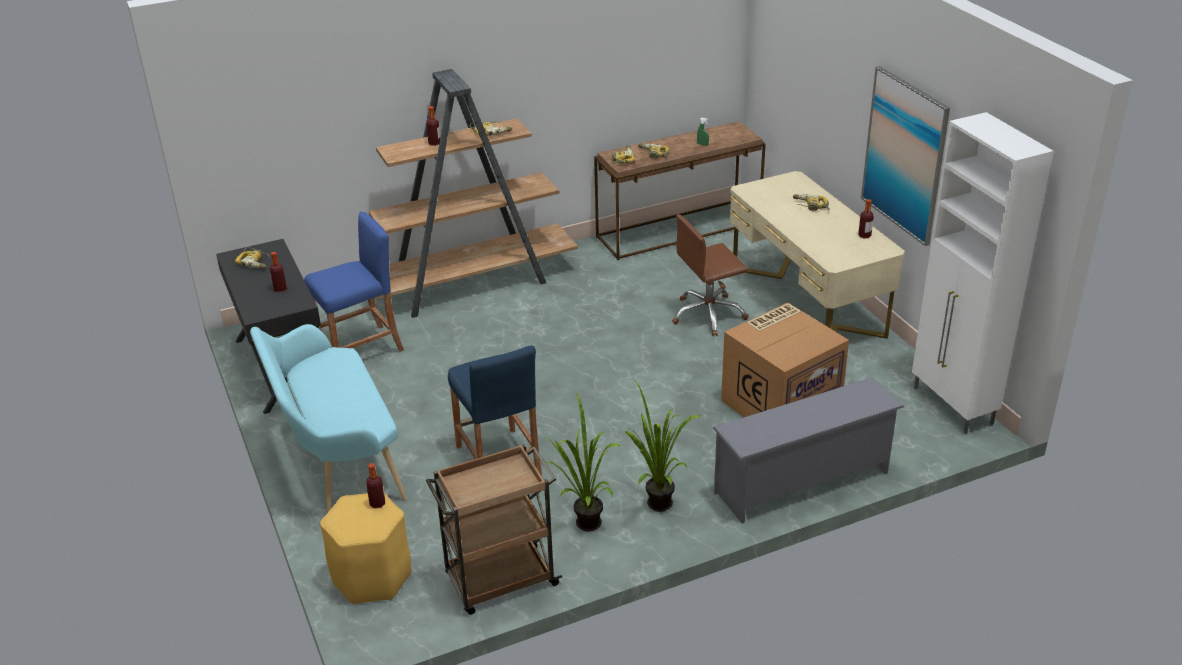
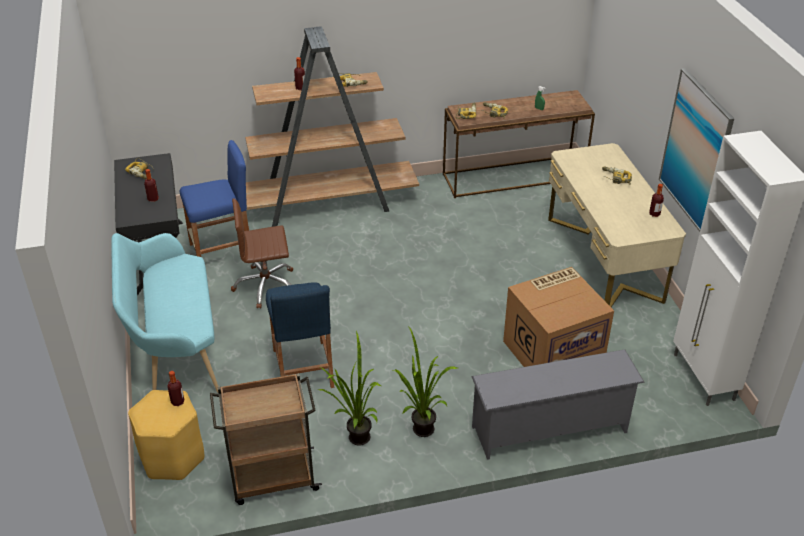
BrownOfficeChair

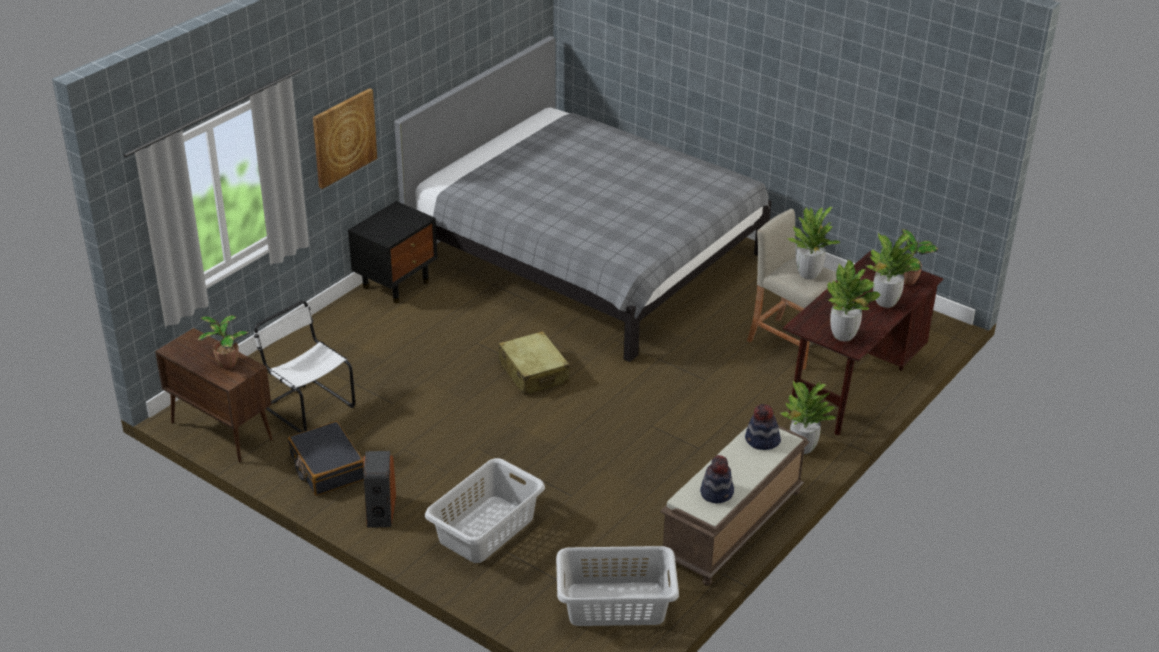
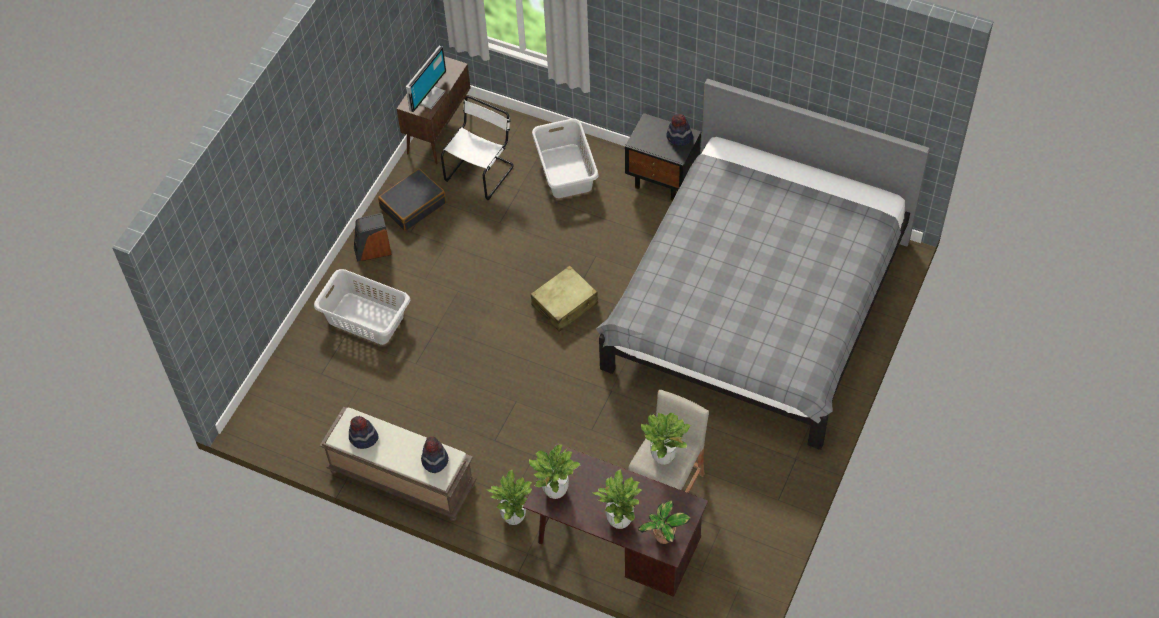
Monitor
Picture
GreyLaundryBasket (no. 2 from left)
Hat (no. 3 from left)

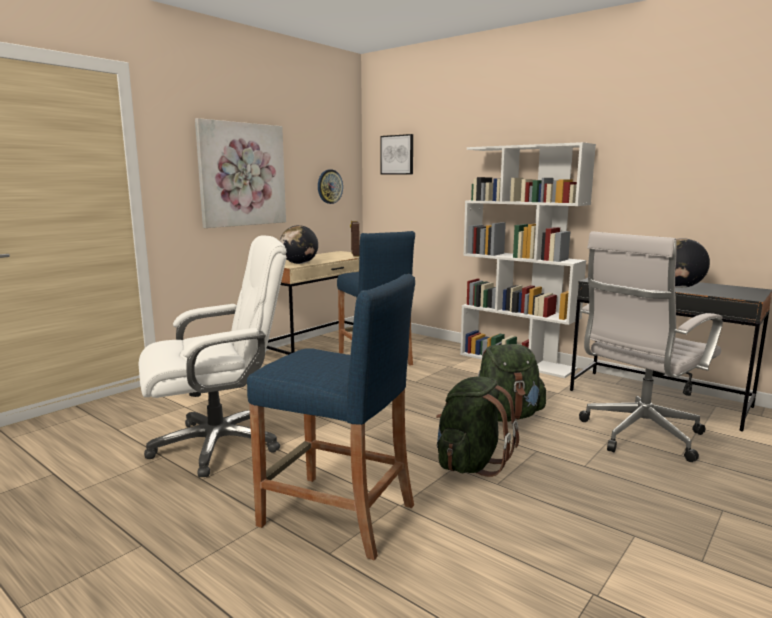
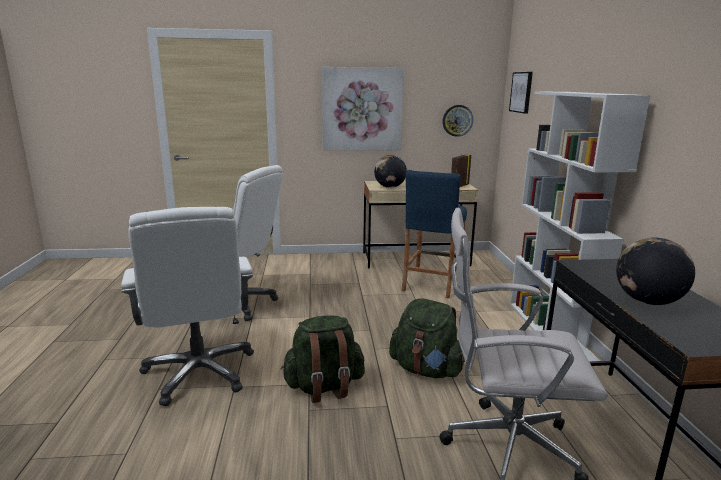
WhiteOfficeChair (no. 1 from left)

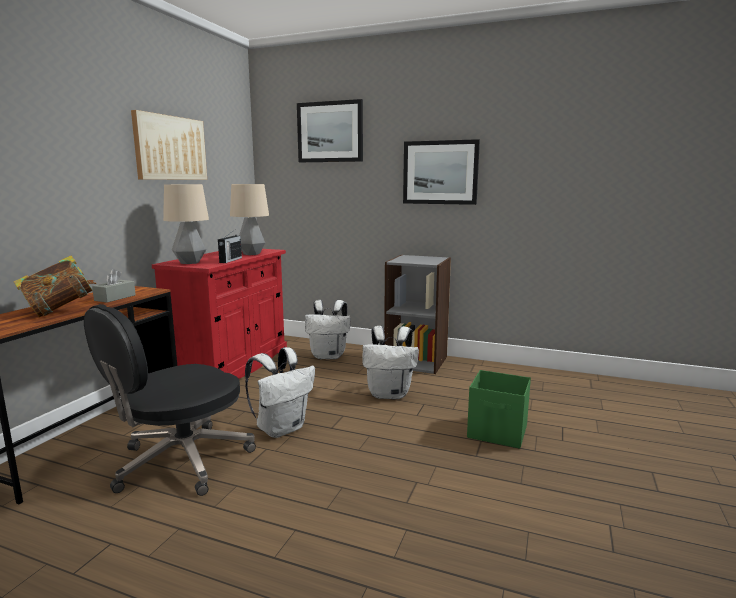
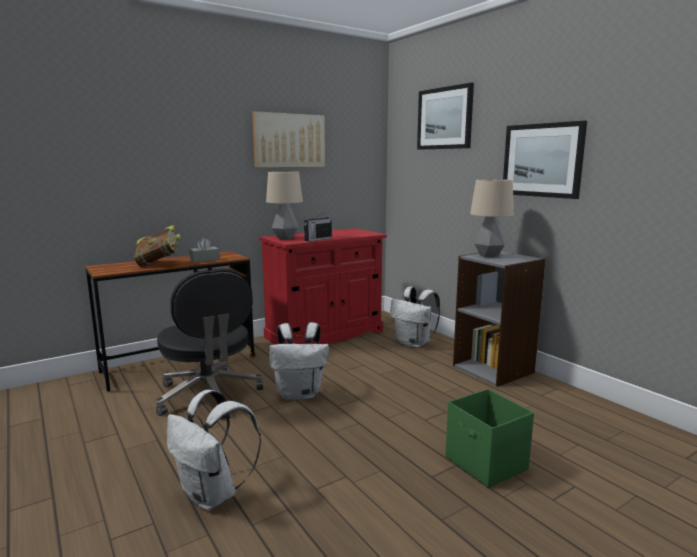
BlackOfficeChair
TableLamp (no. 2 from left)
WhiteBackpack (no. 1 from left)

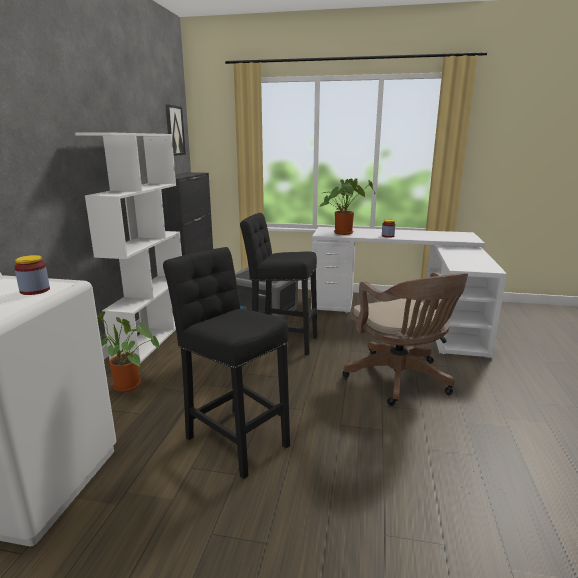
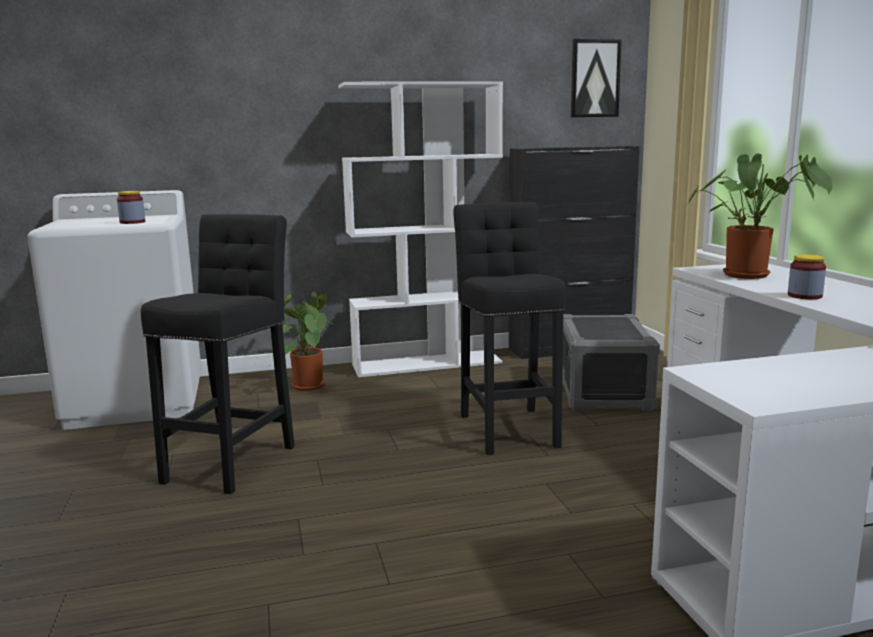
BrownOfficeChair

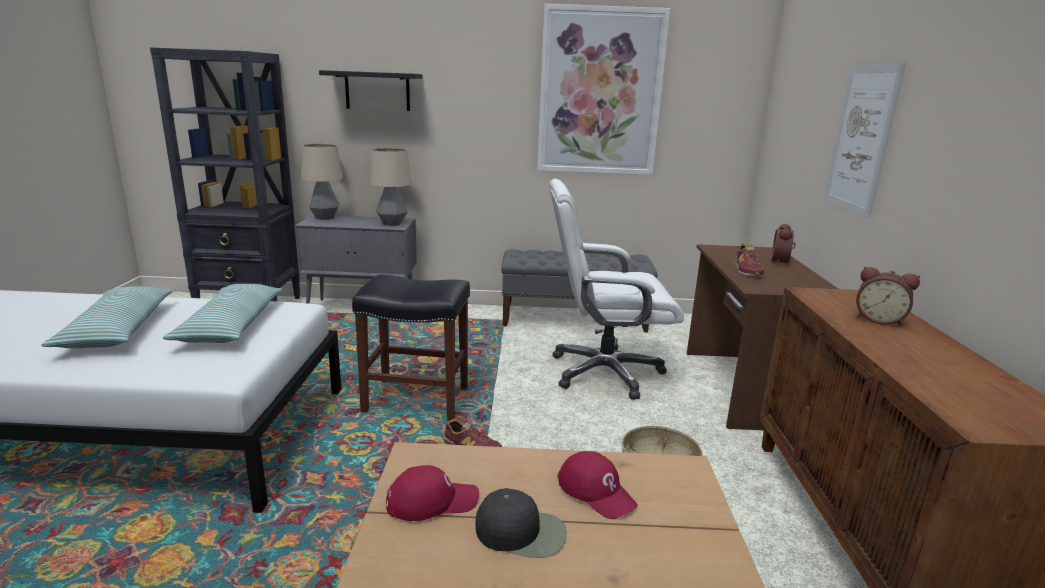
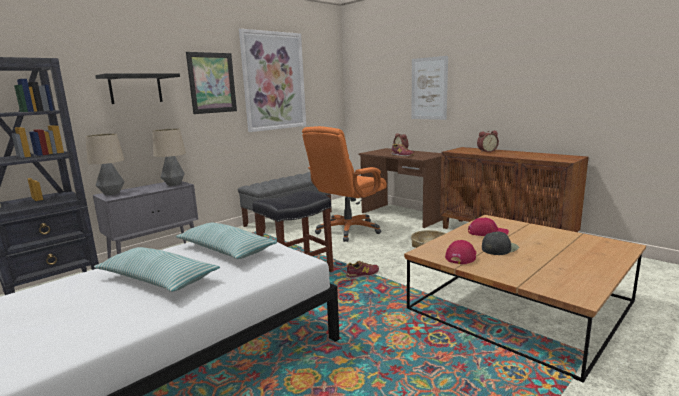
OrangeOfficeChair
Picture (no. 1 from left)

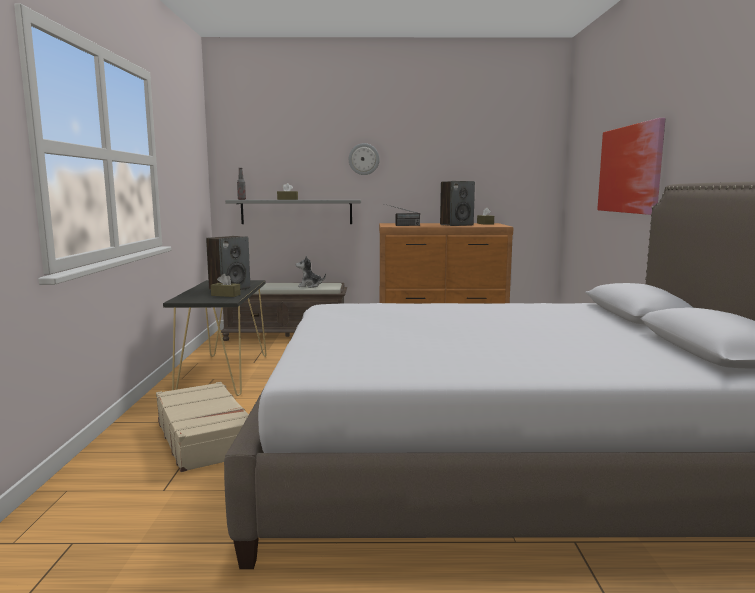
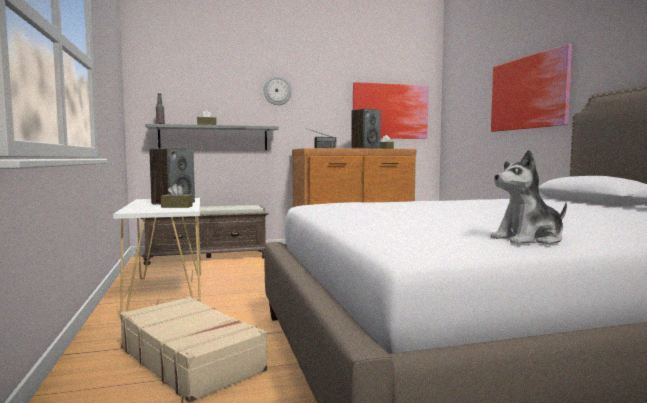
WhiteConsoleTable
PlushToy
Picture (no. 1 from left)

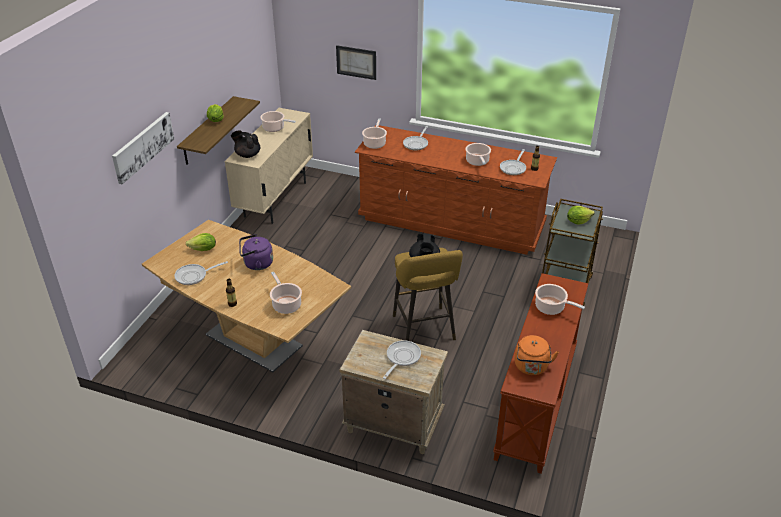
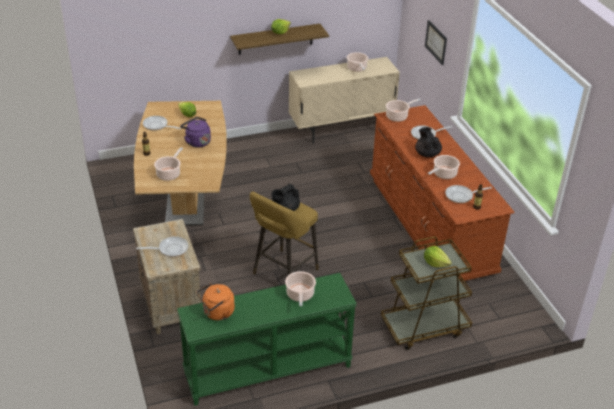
Picture (no. 1 from left in the first image)
BlackTeapot (no. 2 from left)
GreenConsoleTable

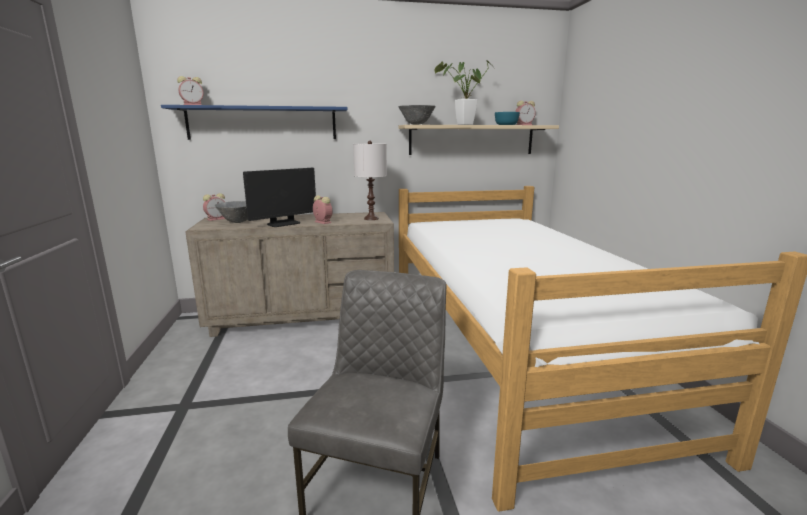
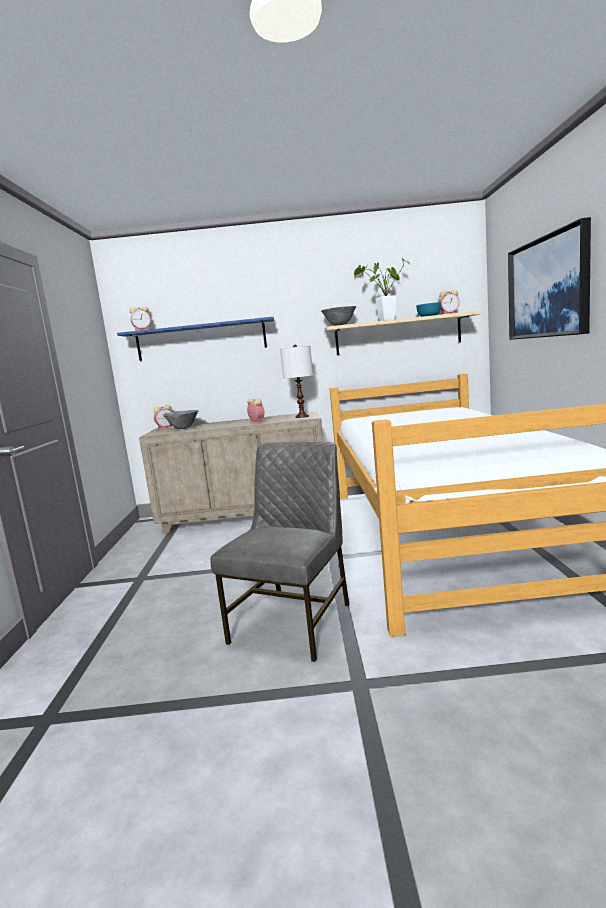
Monitor
Picture

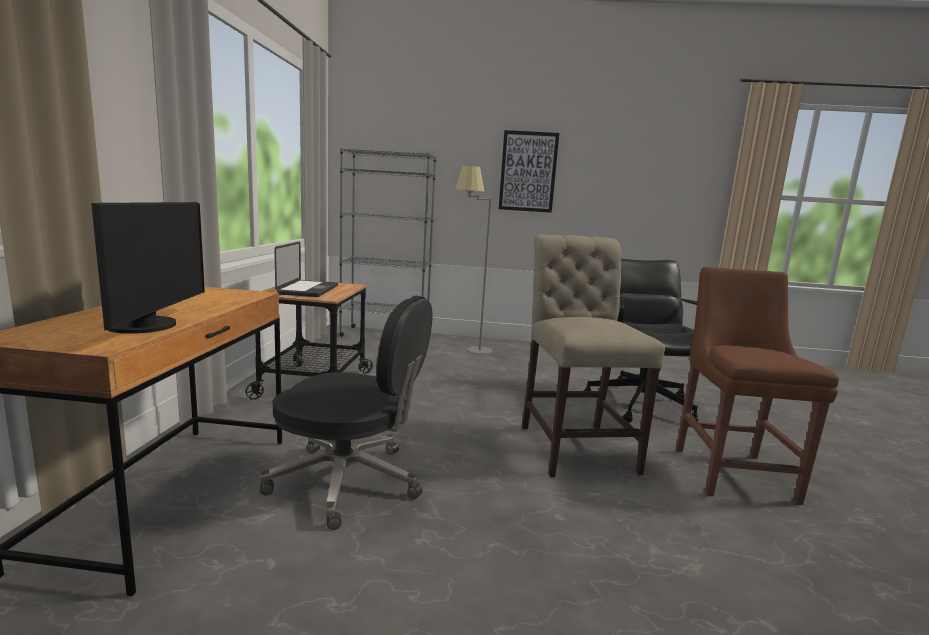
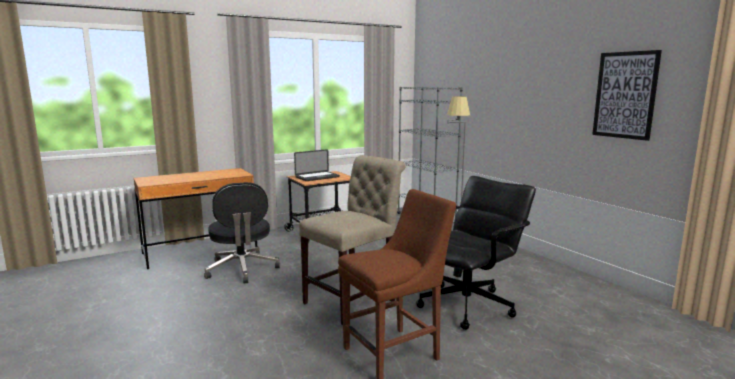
Monitor
Picture

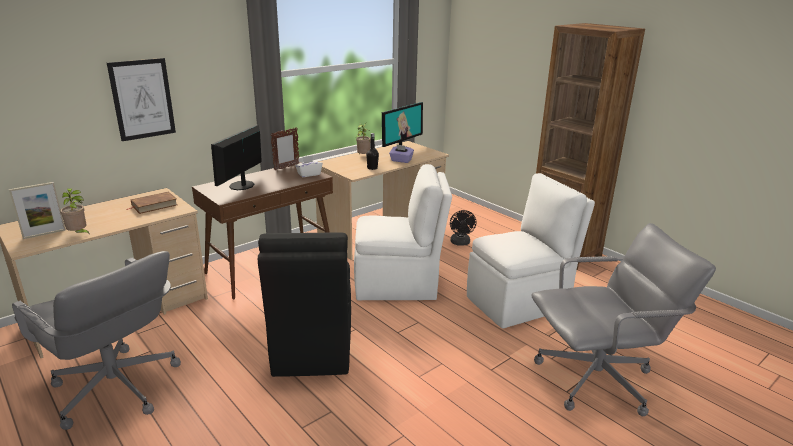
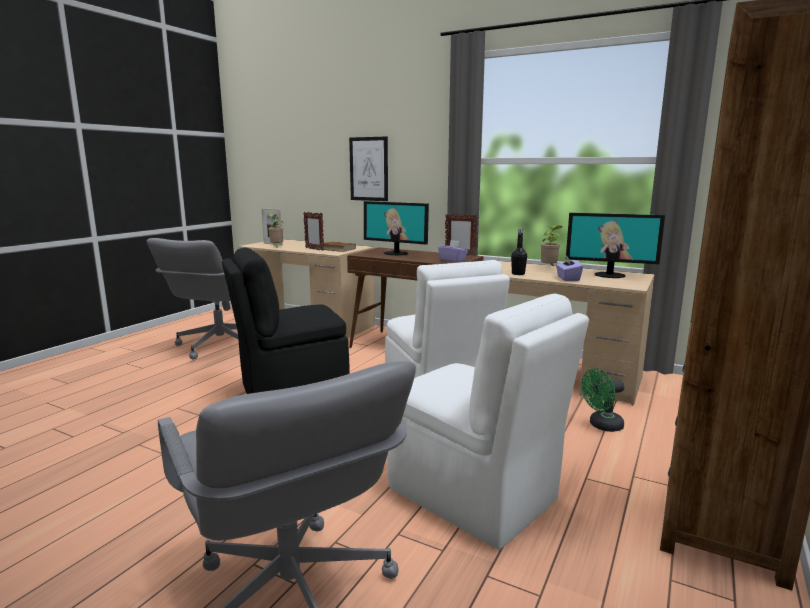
Monitor (no. 1 from left)
PurpleTissueBox (no. 1 from left)
GreenFan
PictureFrame (no. 2 from left)

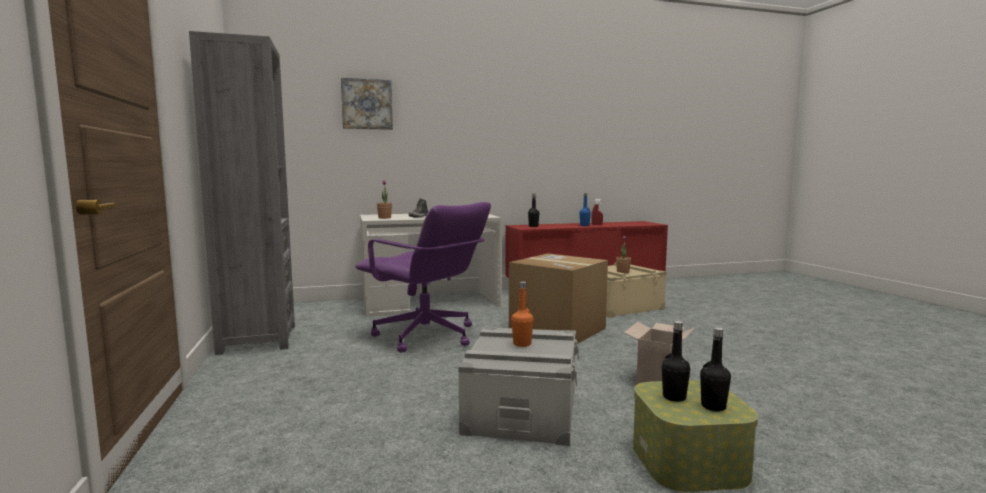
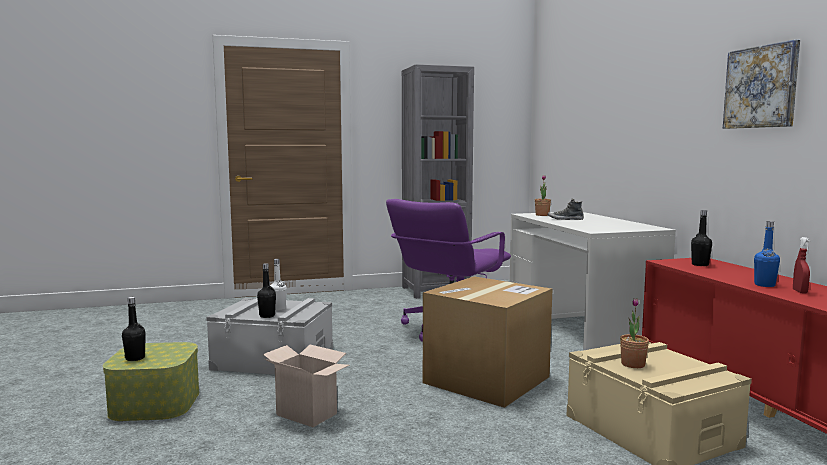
Picture
WhiteBottle
BlackBottle (no. 2 from left)

